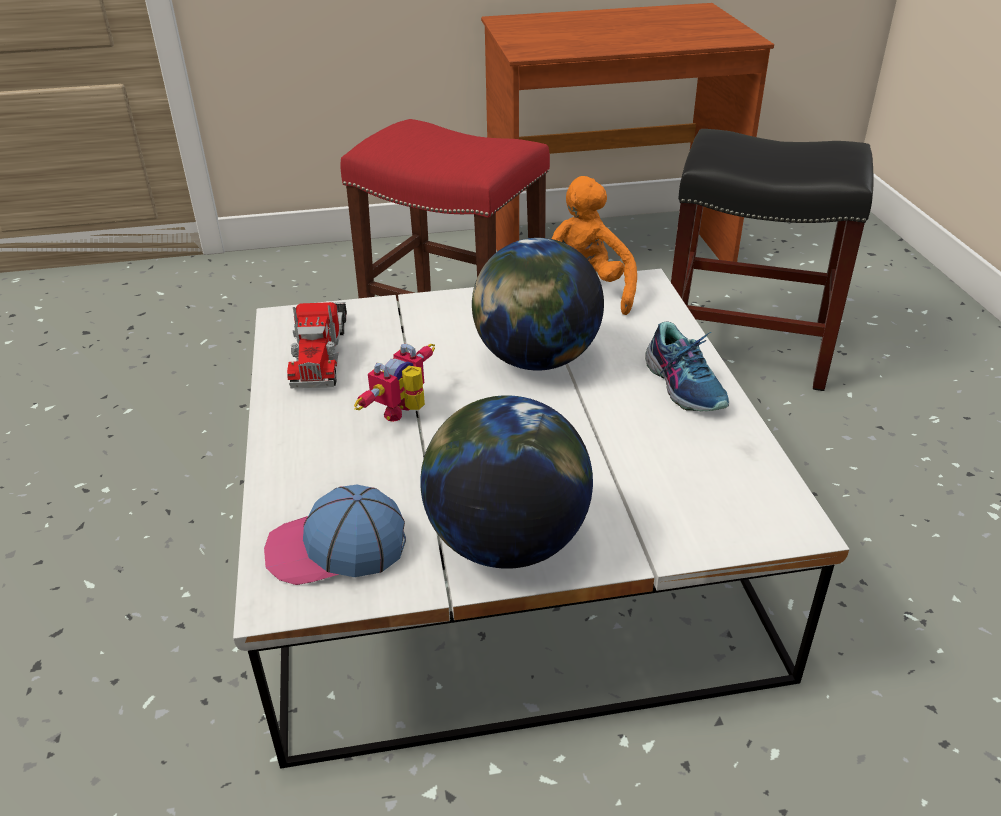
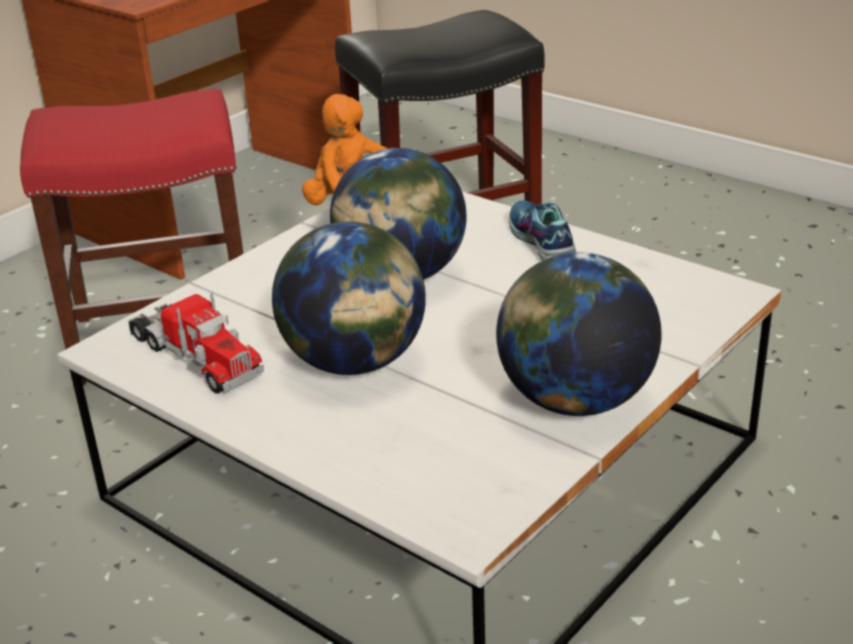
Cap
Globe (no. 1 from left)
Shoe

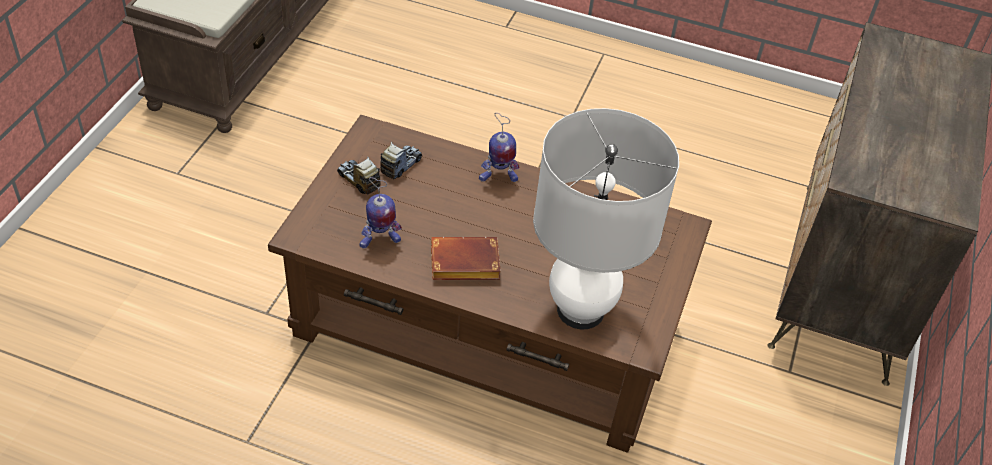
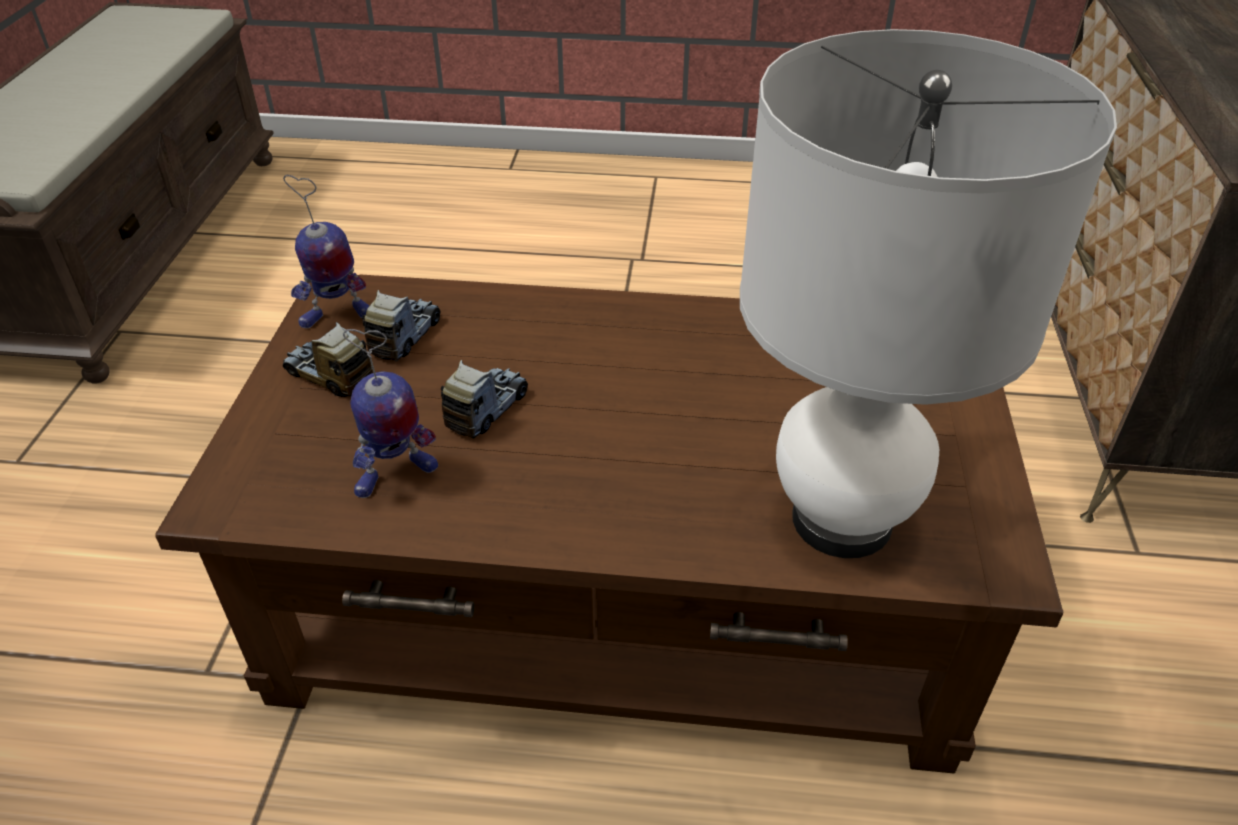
BrownBook
ToyRobot (no. 1 from left)
ToyTruck (no. 3 from left)

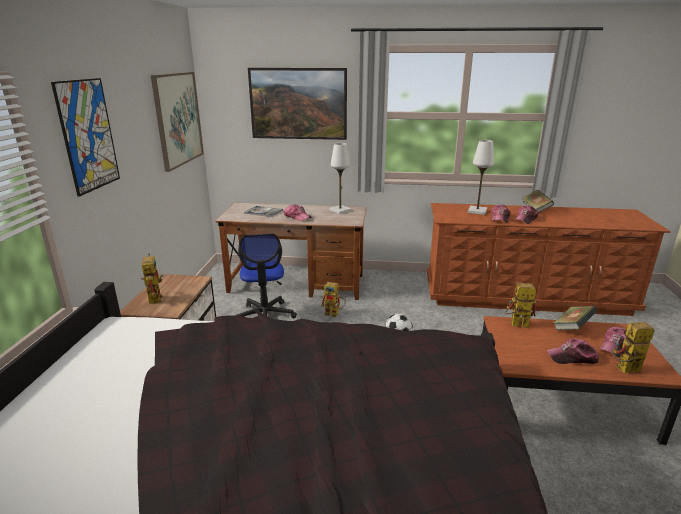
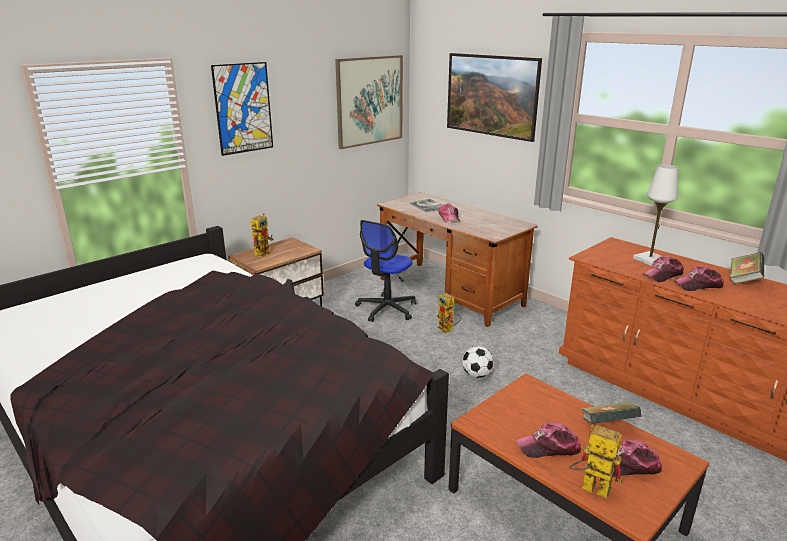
WhiteTableLamp (no. 1 from left in the first image)
ToyRobot (no. 3 from left in the first image)
Cap (no. 2 from left)

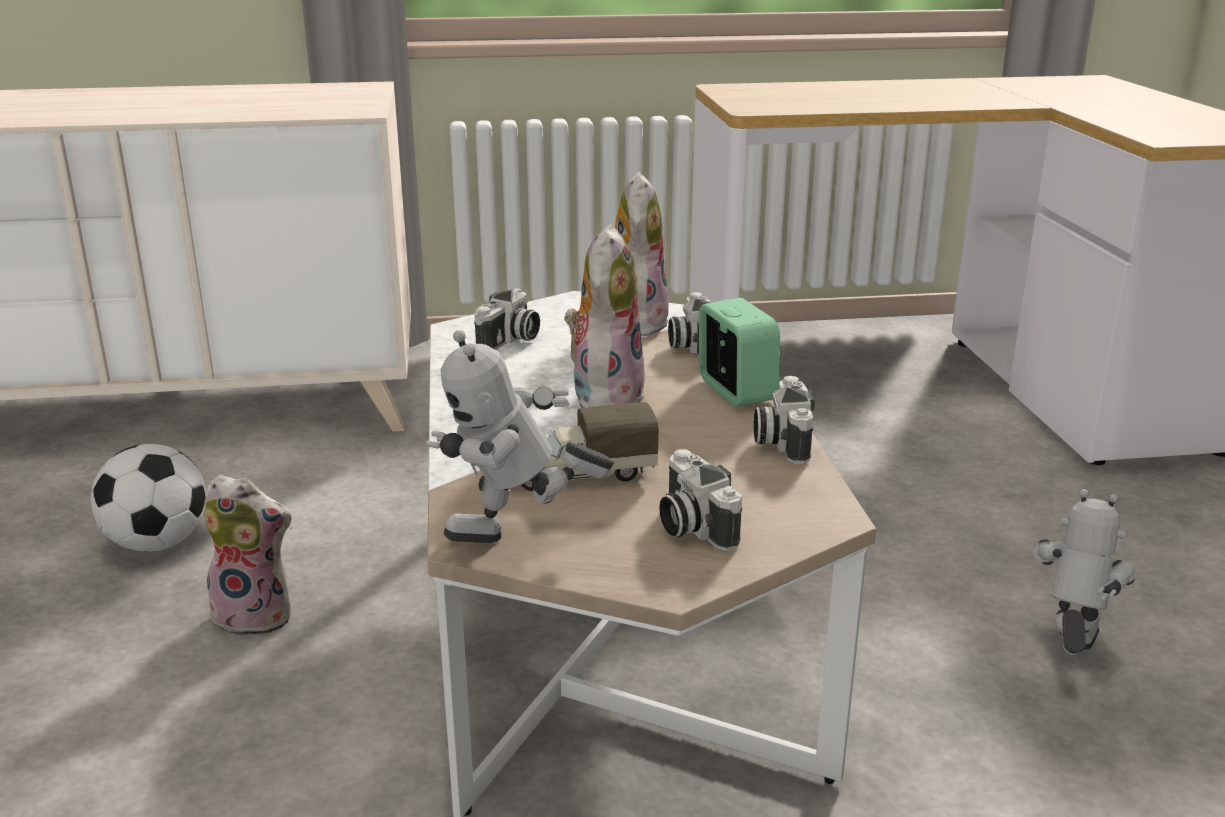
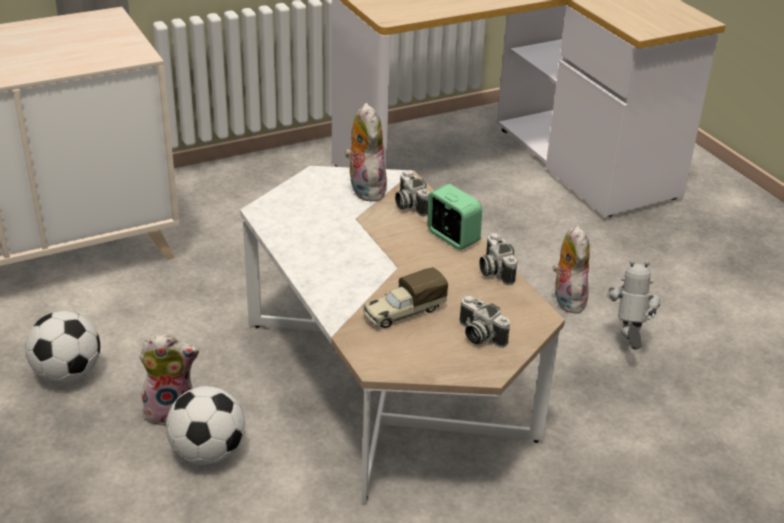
ToyRobot (no. 1 from left in the first image)
PhotoCamera (no. 1 from left in the first image)
PlushToy (no. 3 from left)
Football (no. 2 from left)

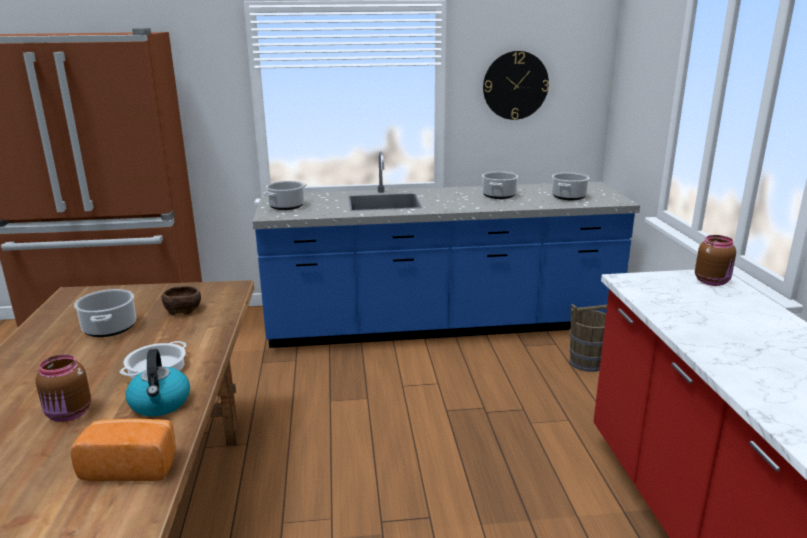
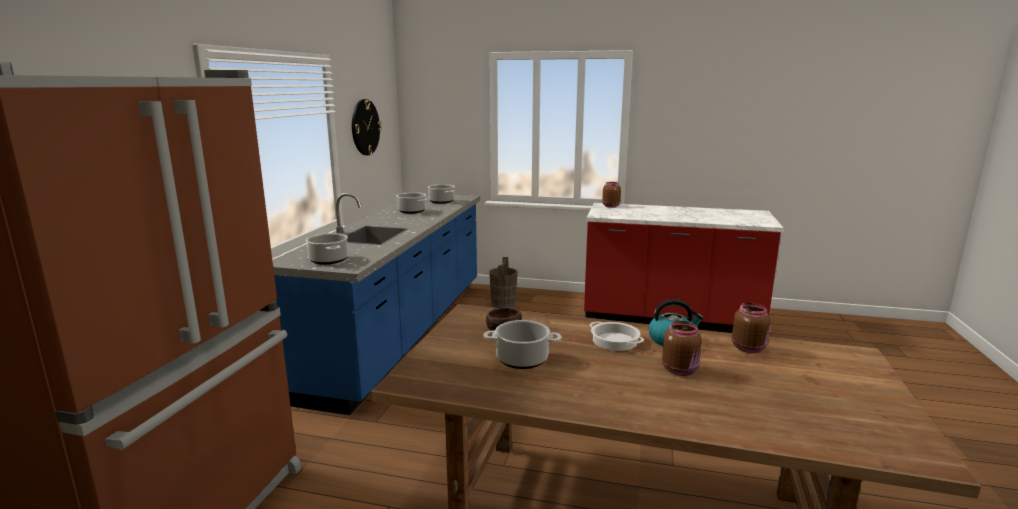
BrownJar (no. 3 from left)

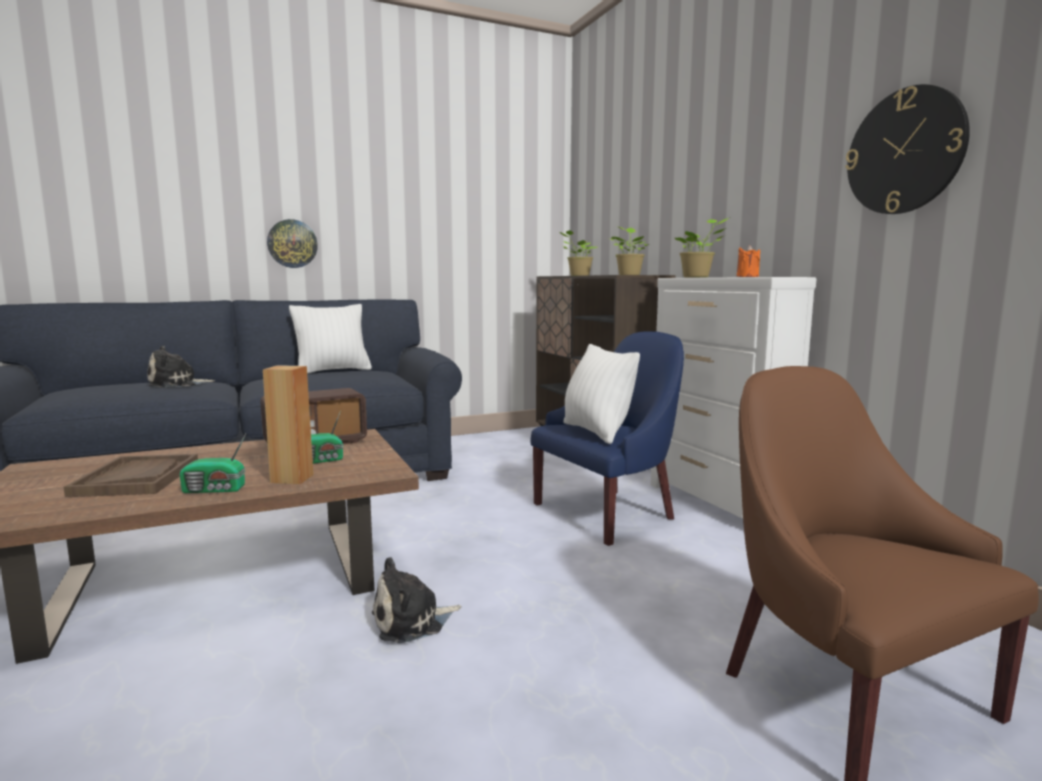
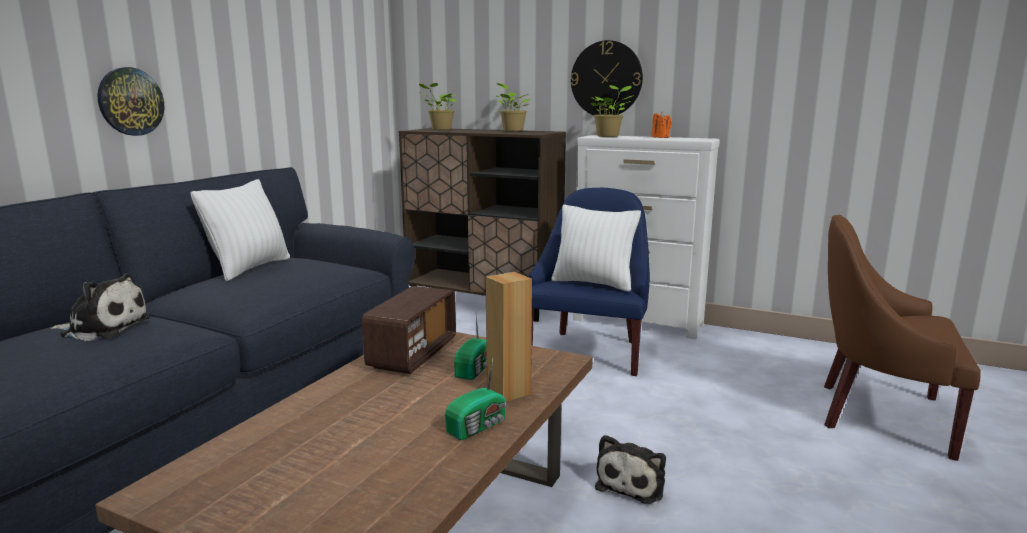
BrownTray
PlushToy (no. 1 from left)
WallClock (no. 2 from left)

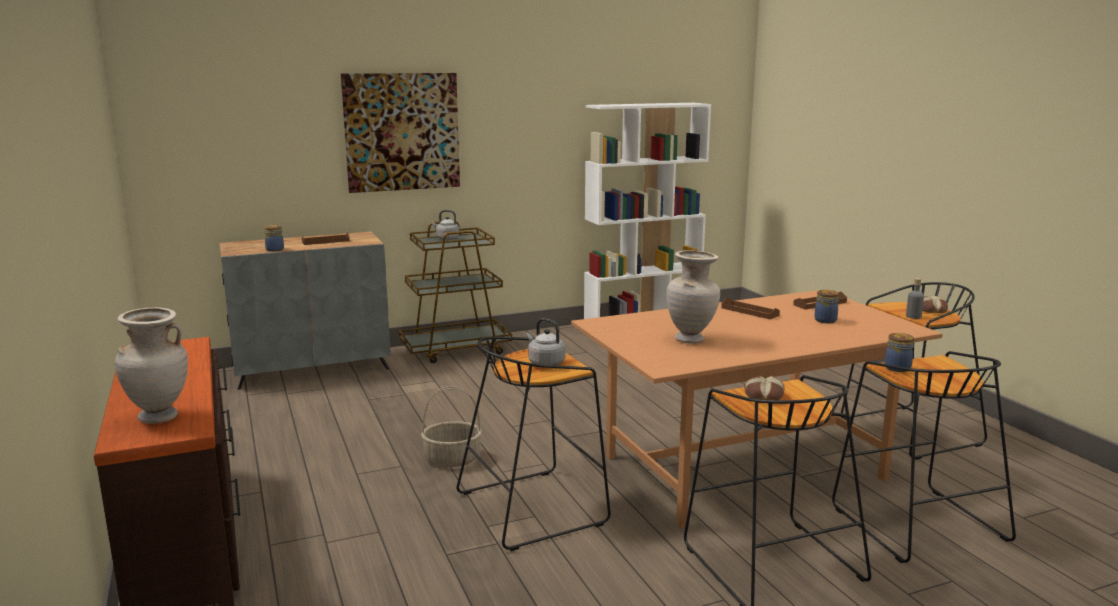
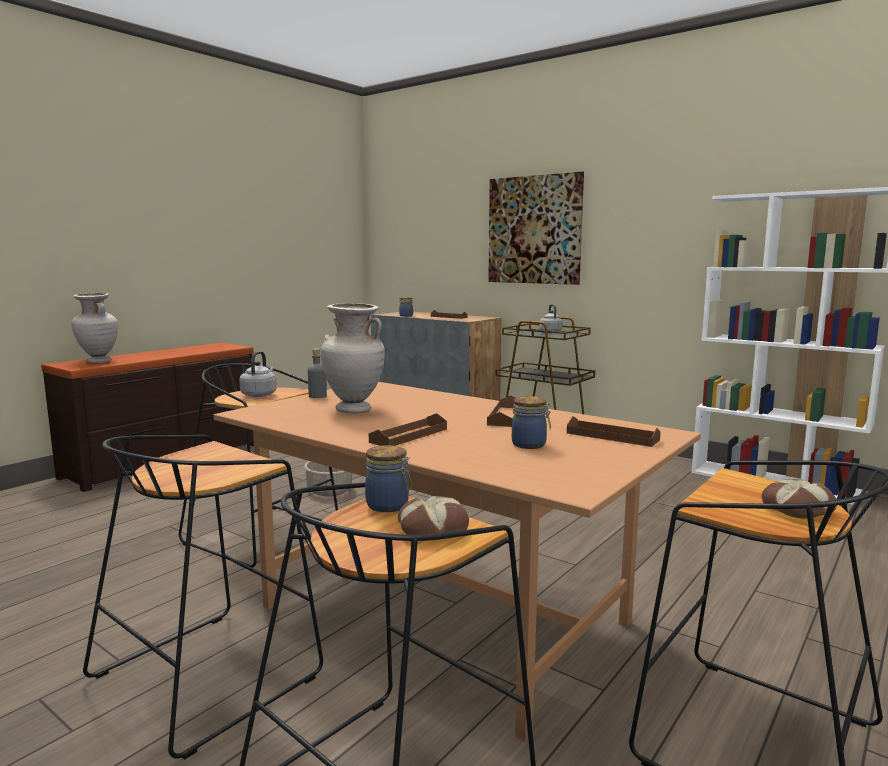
Bread (no. 1 from left)
GreyBottle
BrownTray (no. 1 from left)

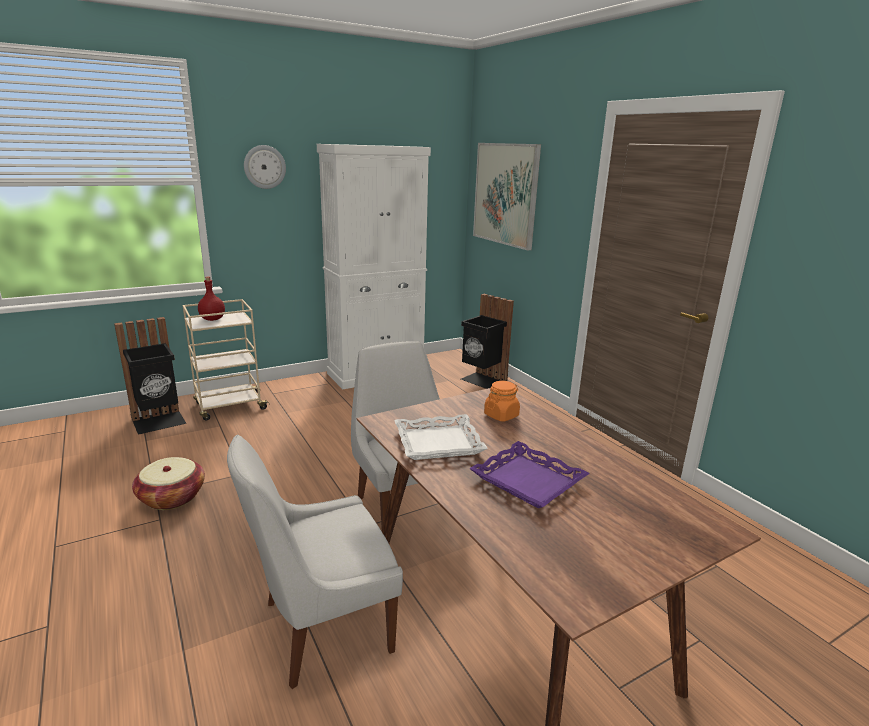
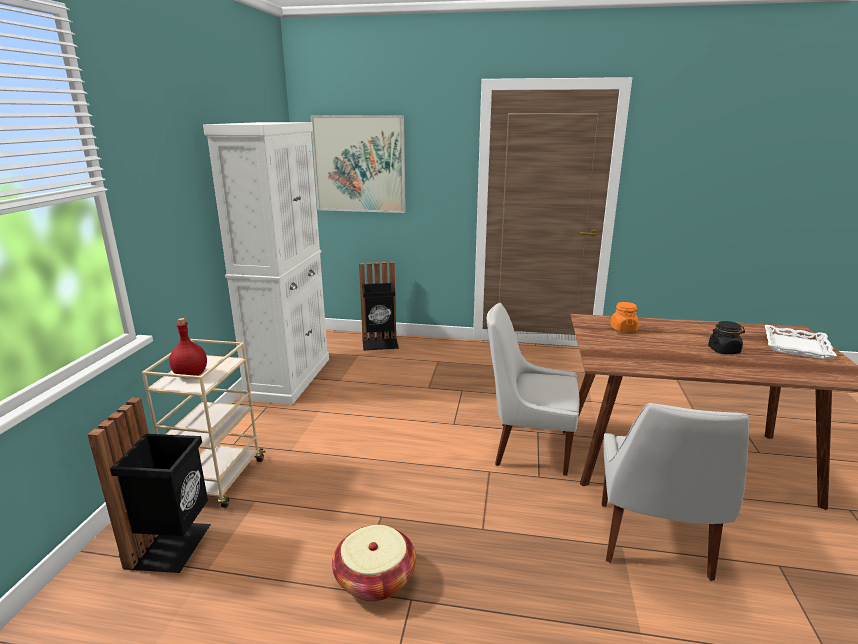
WallClock
WhiteTray
BlackJar

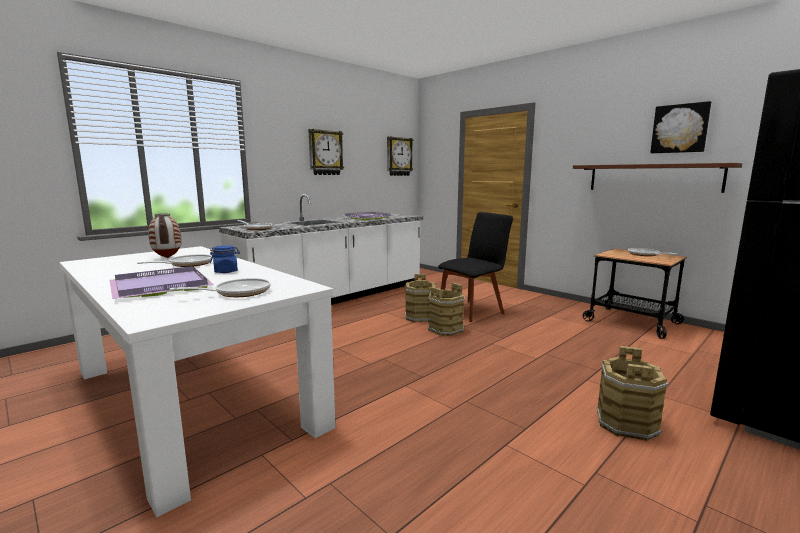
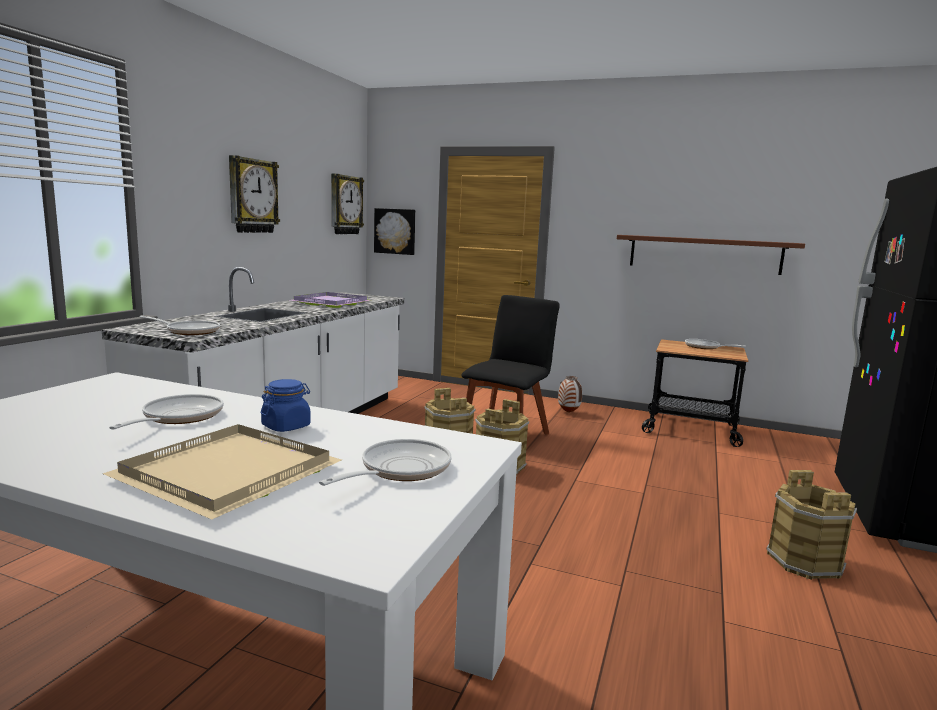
BeigeTray
Vase
Picture

